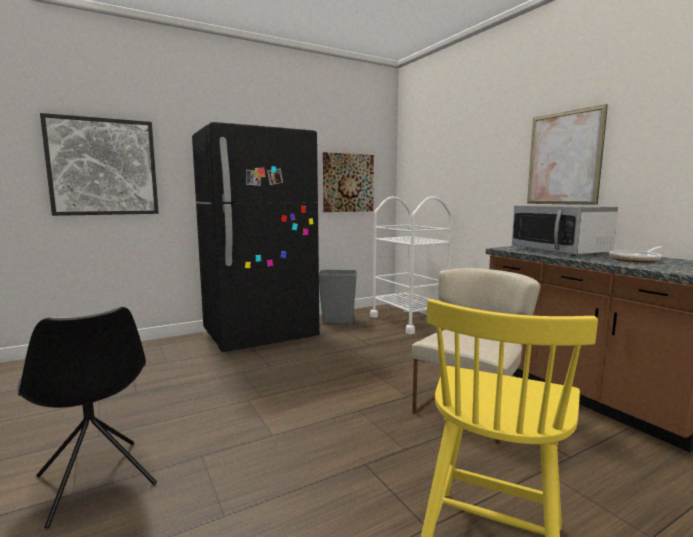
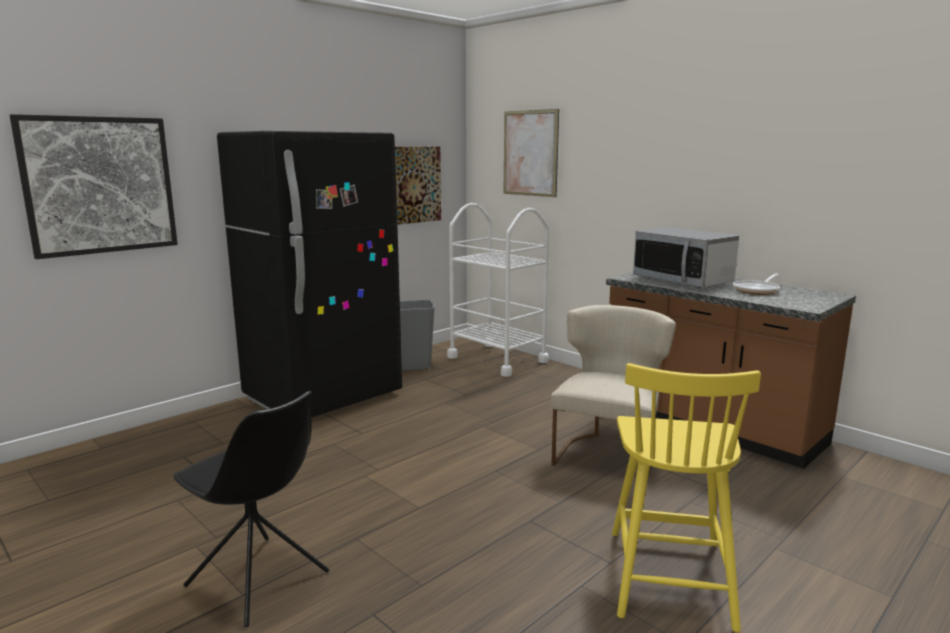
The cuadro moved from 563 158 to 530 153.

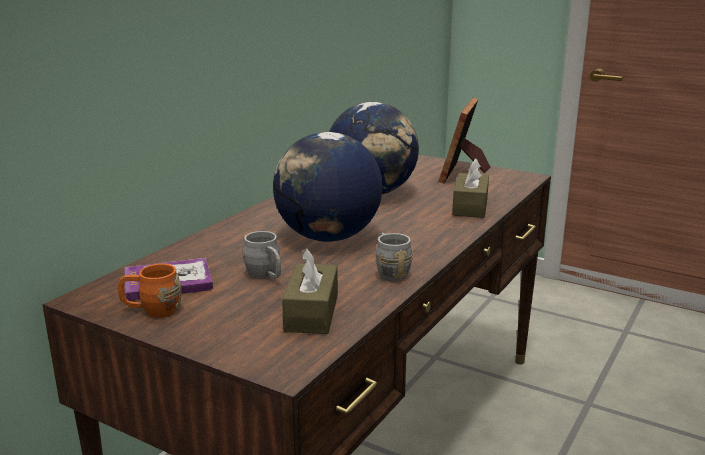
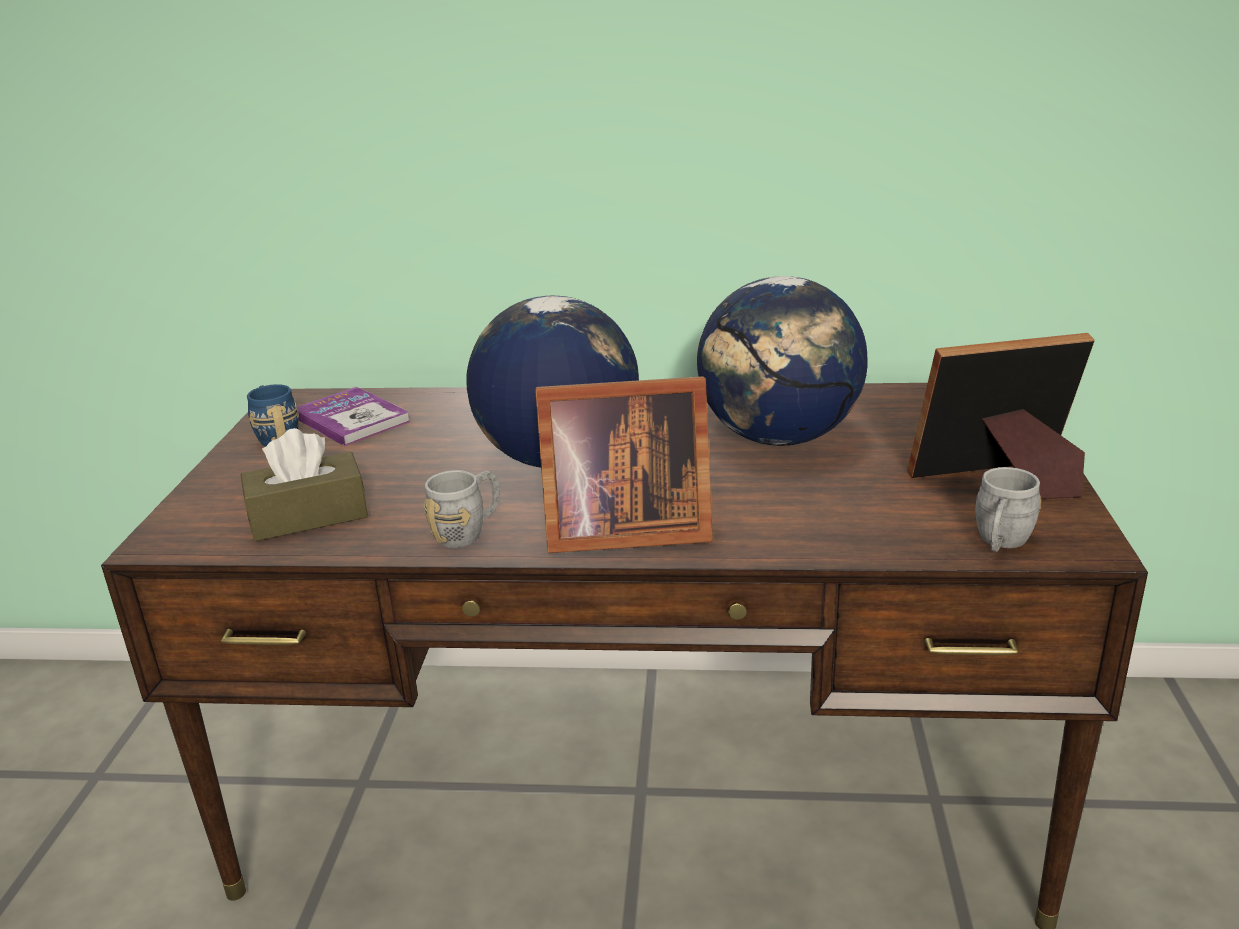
The caja de pañuelos [marrón] at 470 206 disappeared. The taza grande [gris] moved from 266 276 to 1000 543. The taza grande [naranja] at 152 310 became the taza grande [azul] at 276 435. The portarretratos at 620 530 appeared.

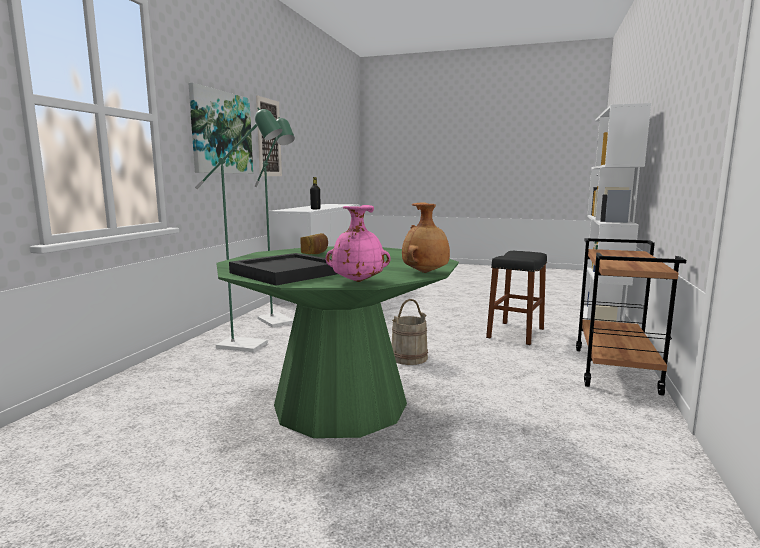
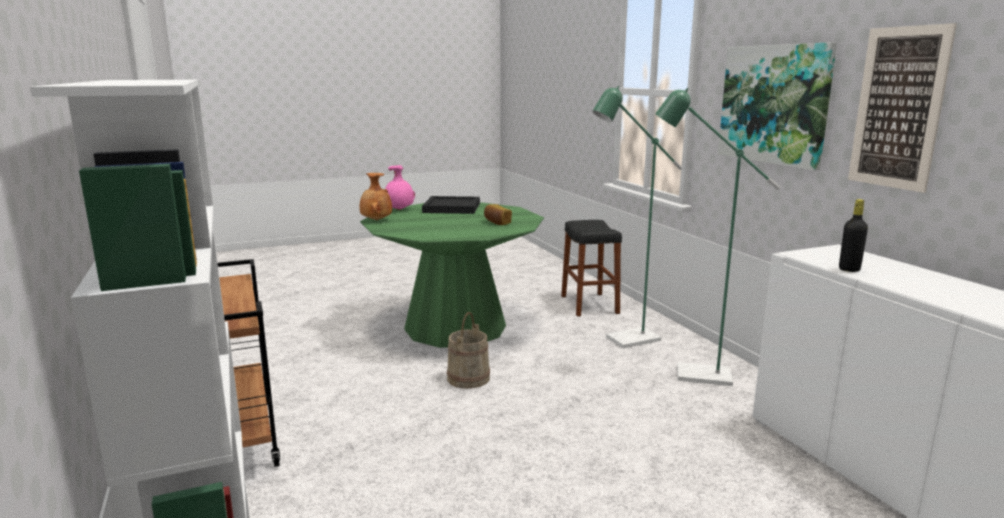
The taburete [negro] moved from 515 333 to 589 304.

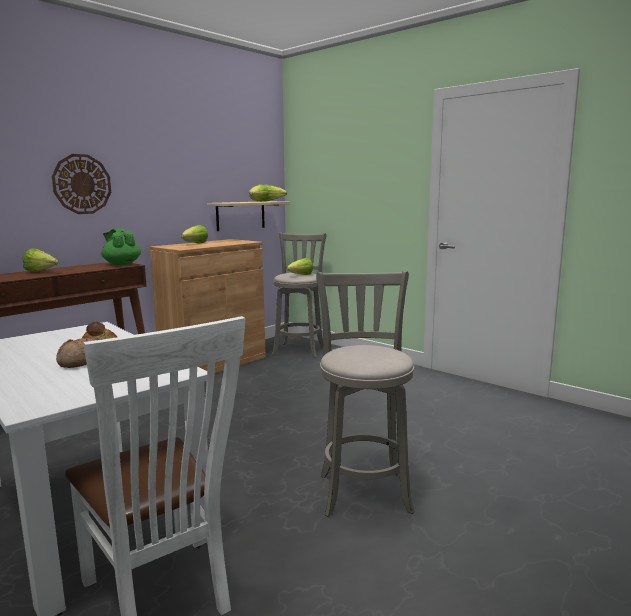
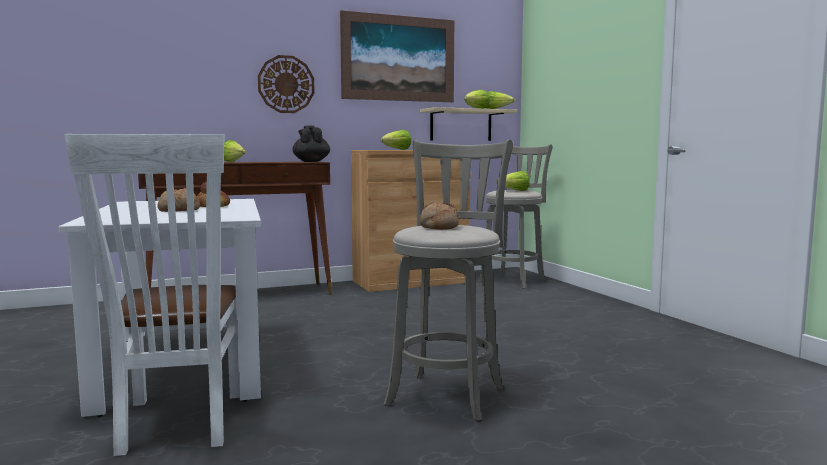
The tetera [verde] at 121 264 became the tetera [negro] at 311 161. The cuadro at 398 58 appeared. The pan at 438 227 appeared.

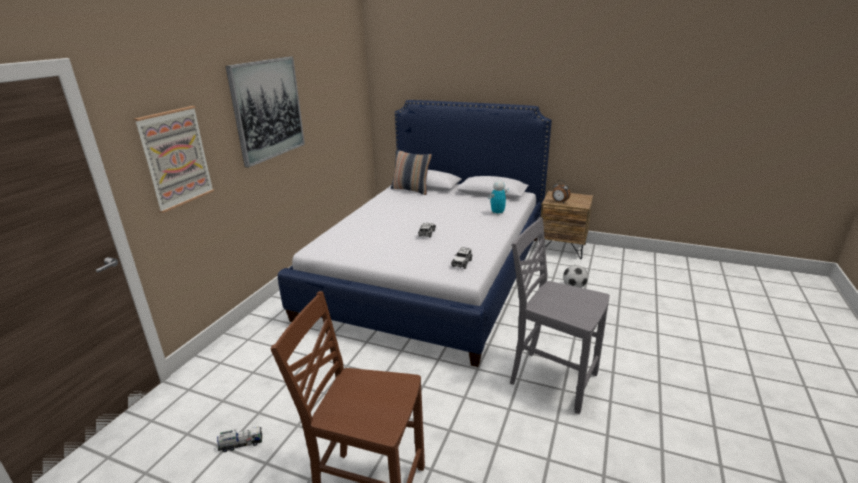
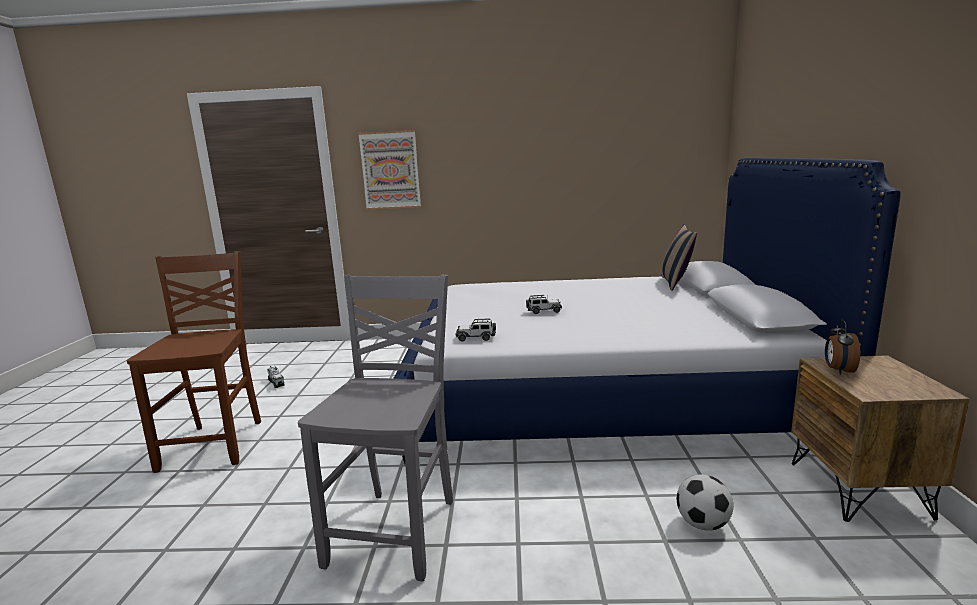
The cuadro at 267 109 disappeared. The robot de juguete at 497 213 disappeared.

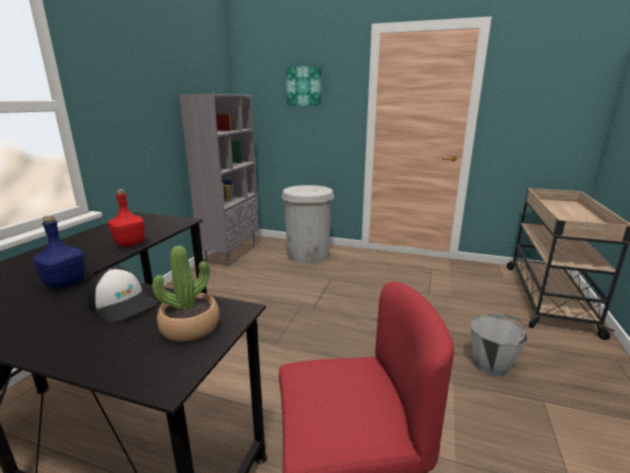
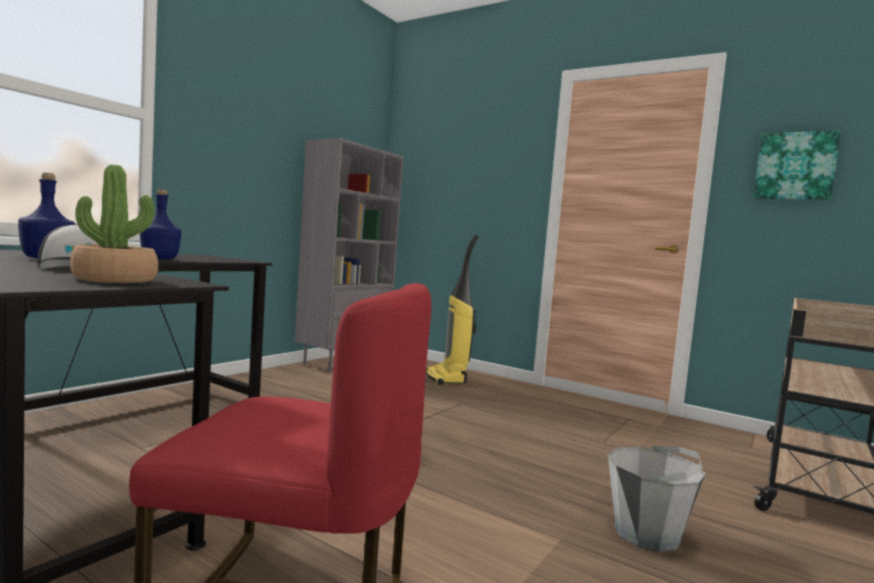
The cuadro moved from 304 86 to 795 166. The papelera [blanco] at 308 255 was replaced by the aspiradora at 447 378. The botella [rojo] at 130 244 became the botella [azul] at 160 259.

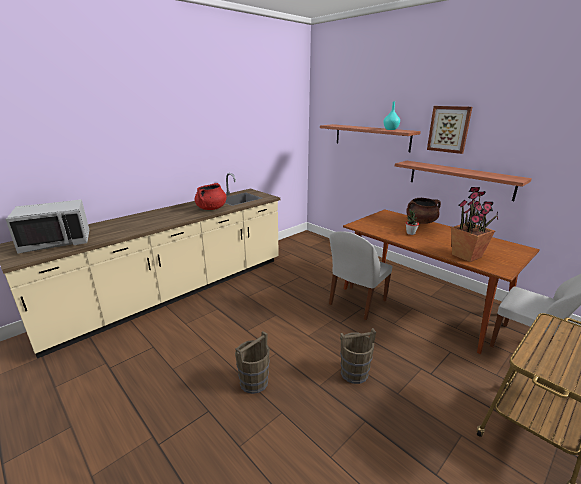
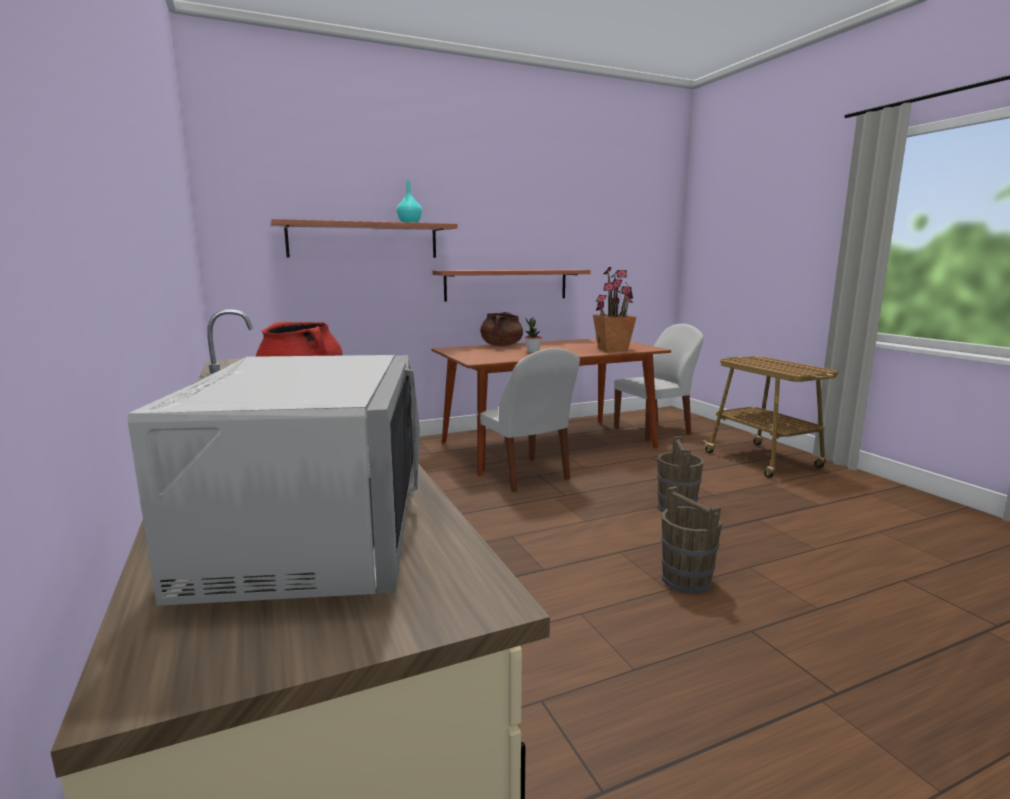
The cuadro at 449 129 disappeared.

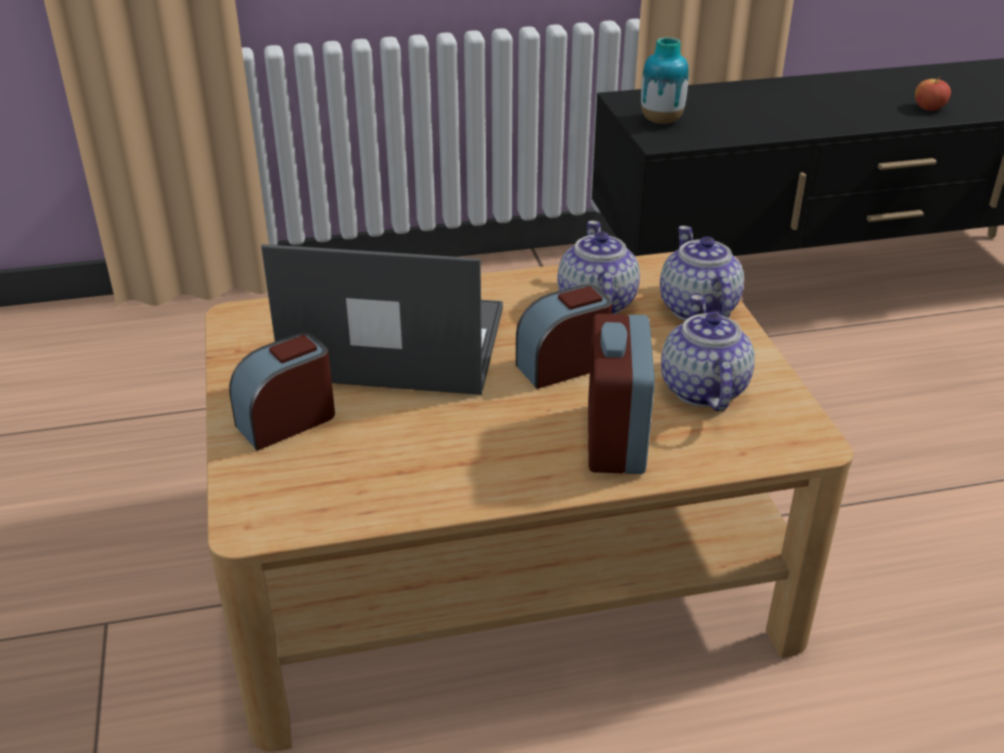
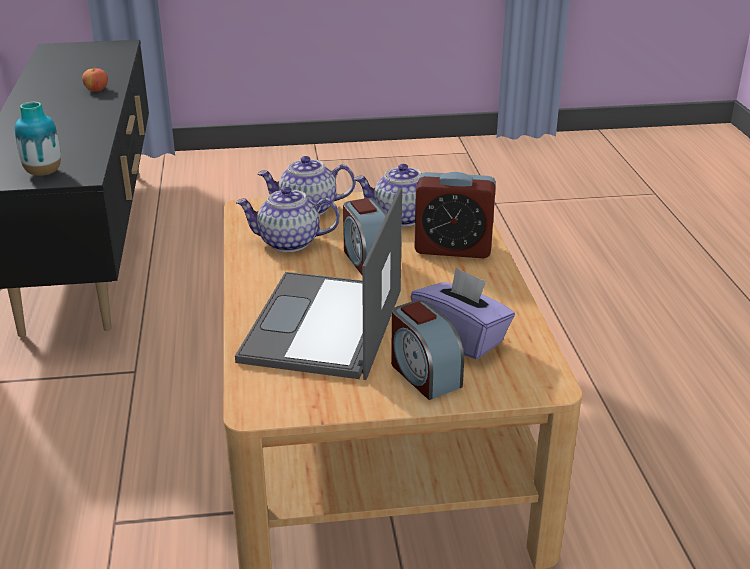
The caja de pañuelos [morado] at 461 338 appeared.

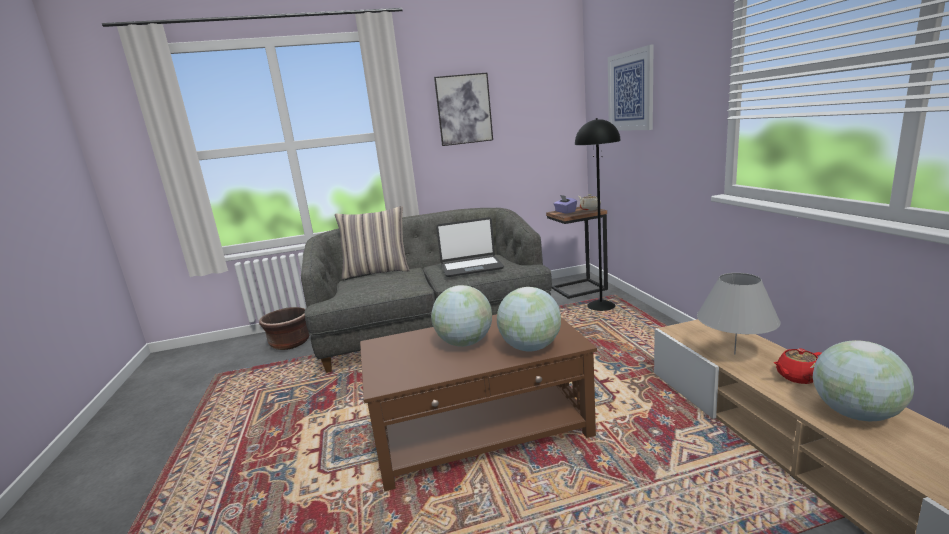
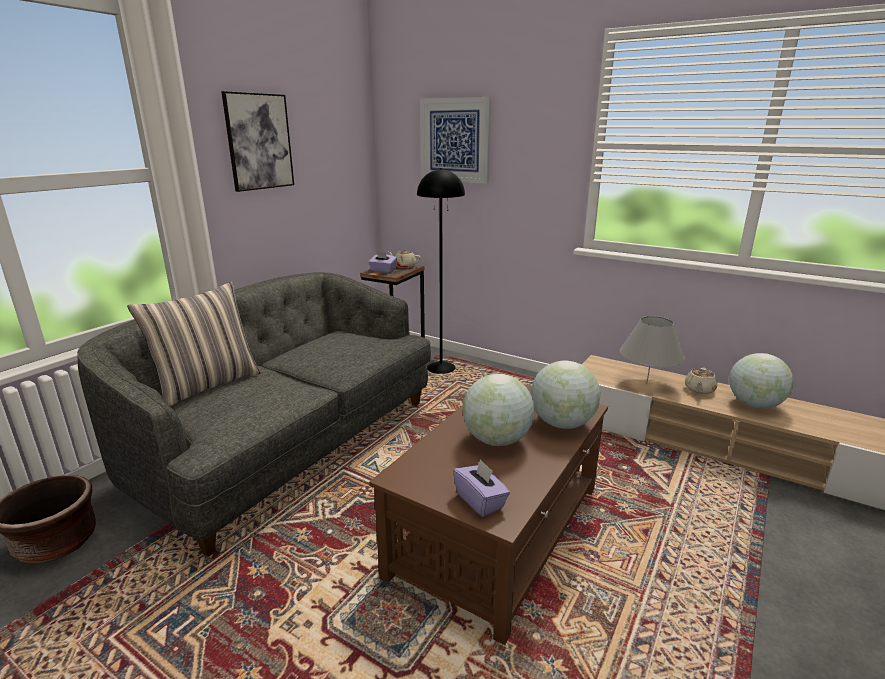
The portátil at 471 267 disappeared. The tetera [rojo] at 797 377 became the tetera [beis] at 699 390. The caja de pañuelos [morado] at 480 501 appeared.

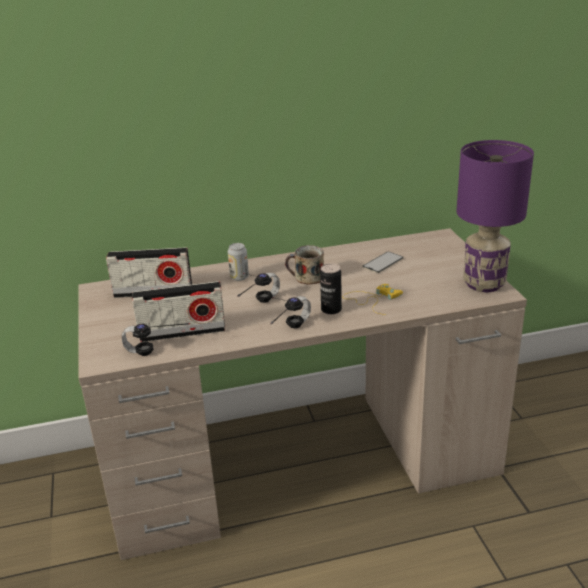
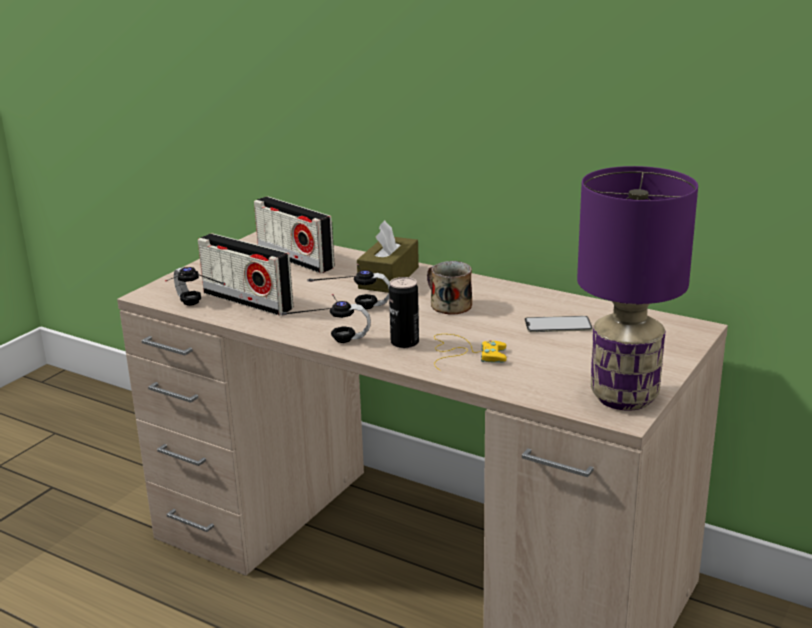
The lata at 239 277 was replaced by the caja de pañuelos [marrón] at 389 278.

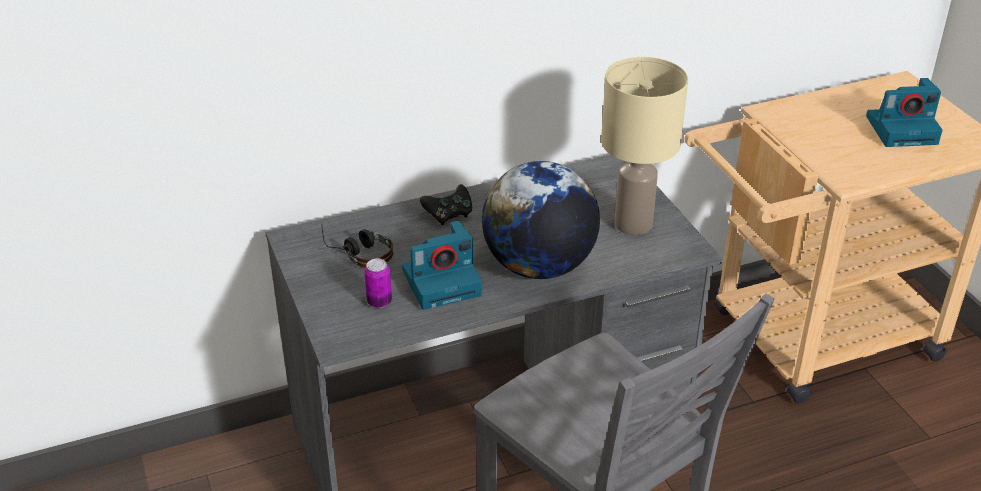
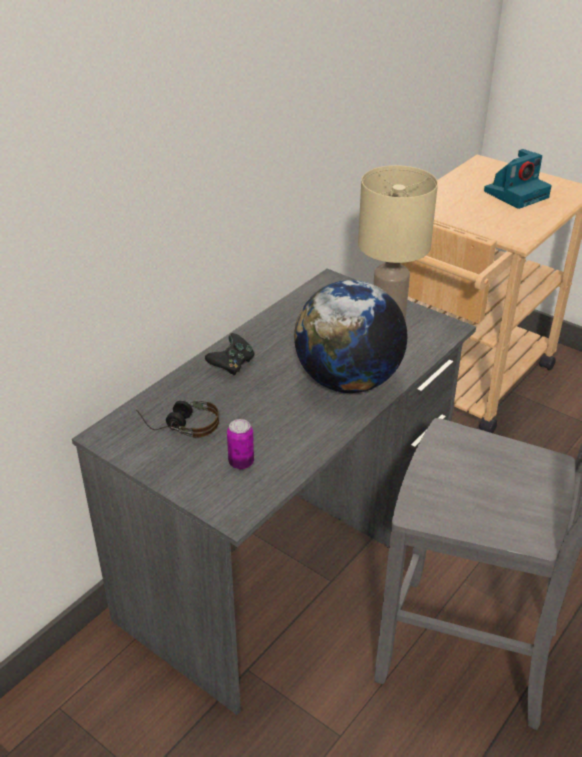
The cámara at 442 281 disappeared.

